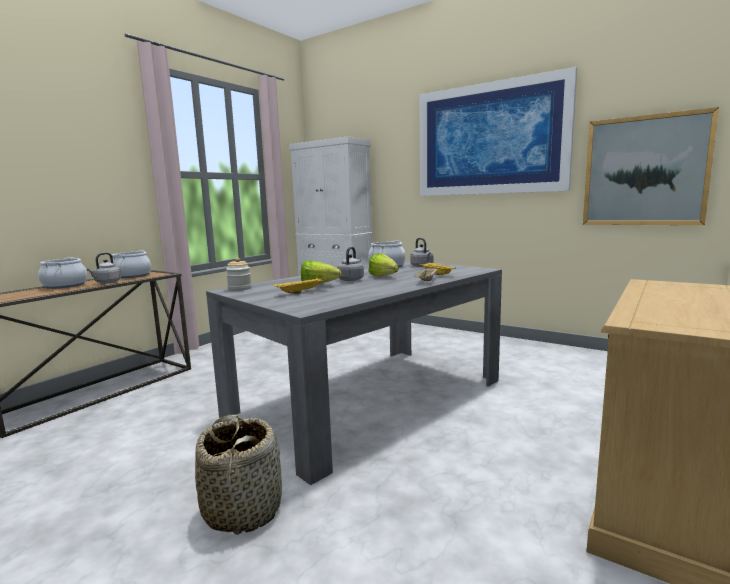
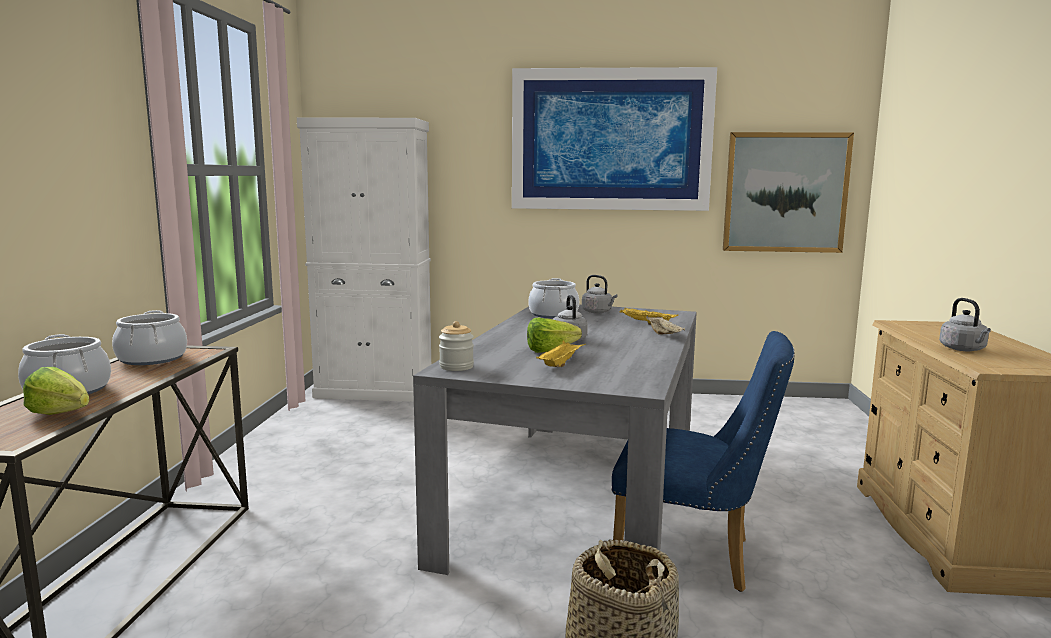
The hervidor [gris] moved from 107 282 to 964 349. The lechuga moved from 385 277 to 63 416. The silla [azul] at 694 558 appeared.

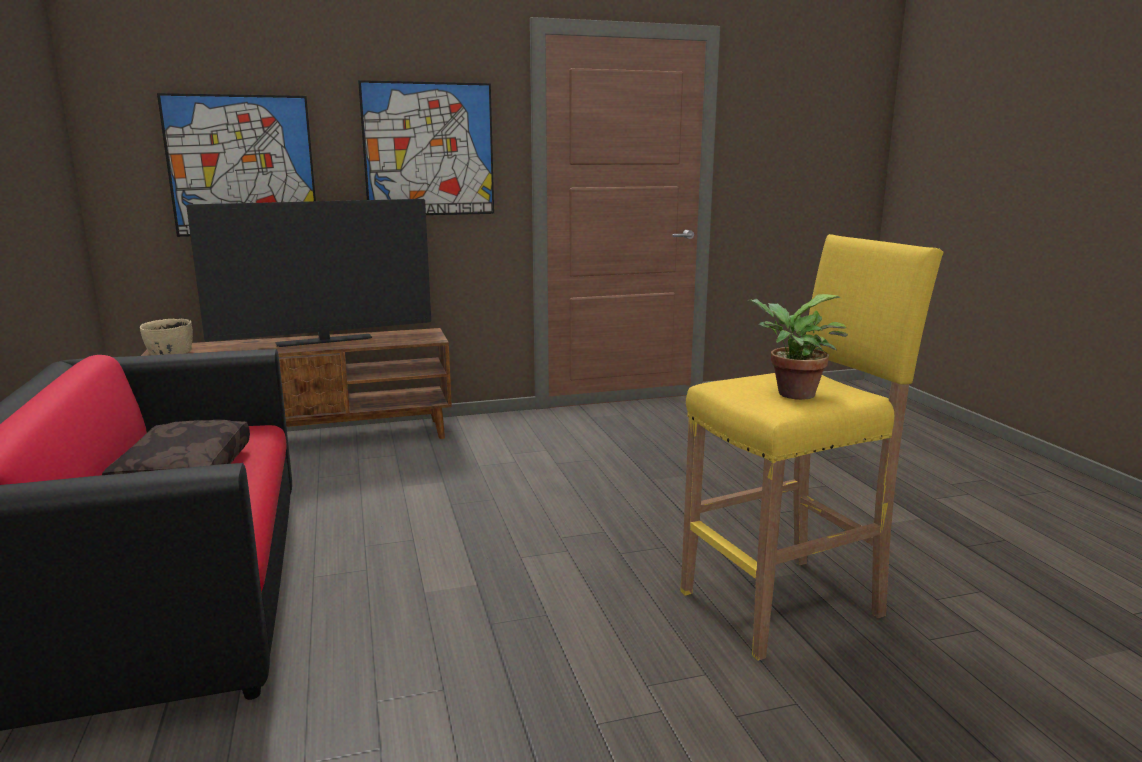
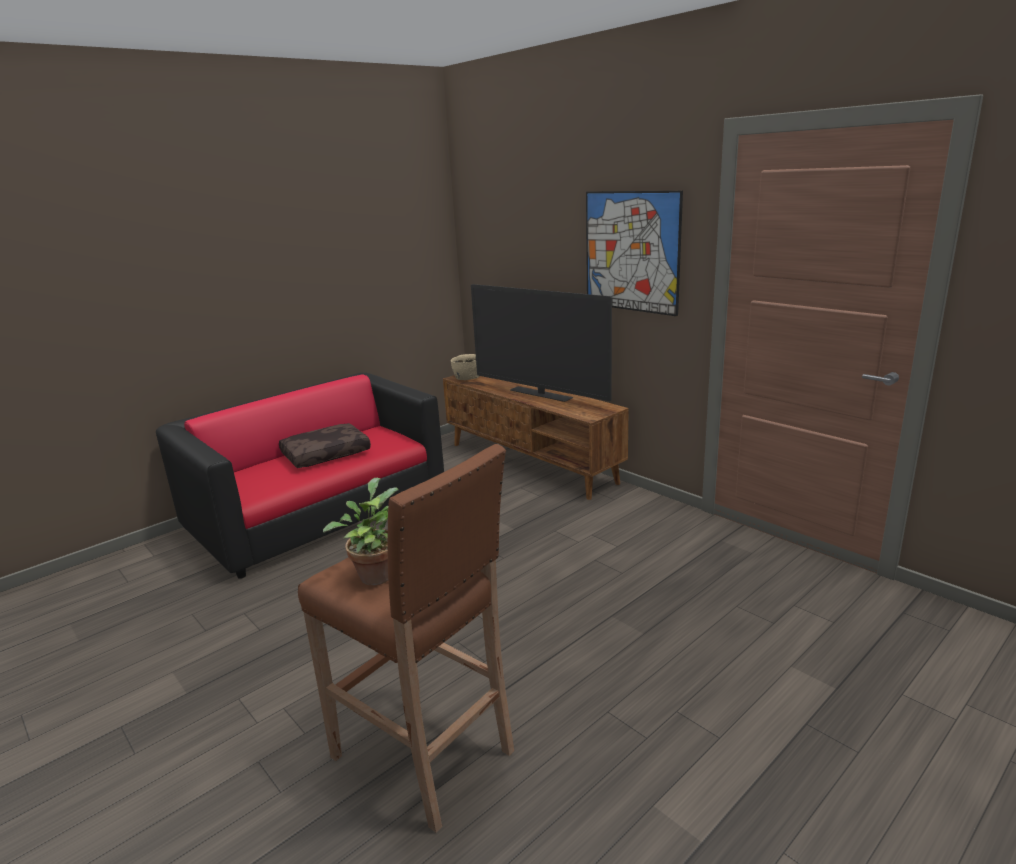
The cuadro at 241 166 disappeared. The taburete [amarillo] at 785 603 became the taburete [marrón] at 426 755.

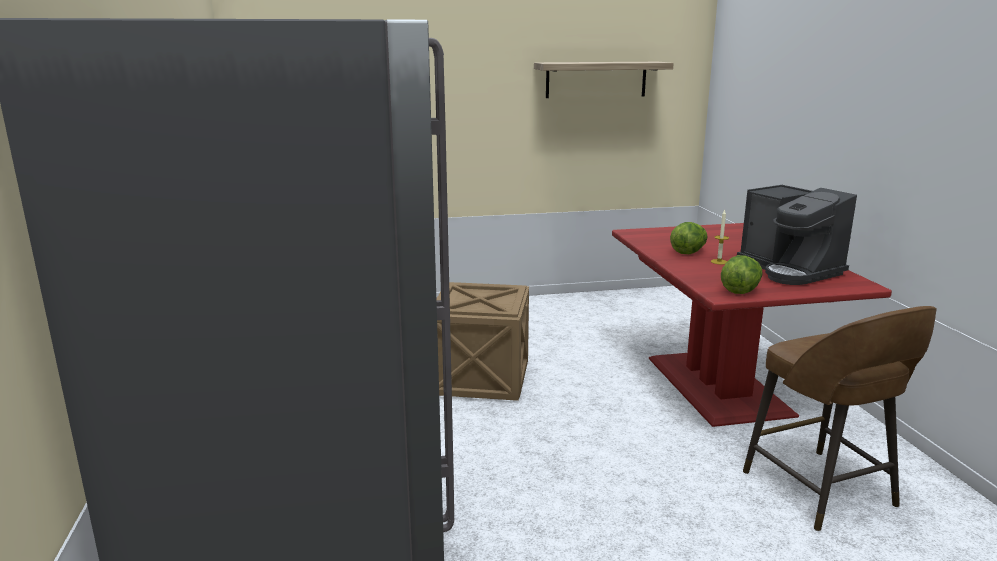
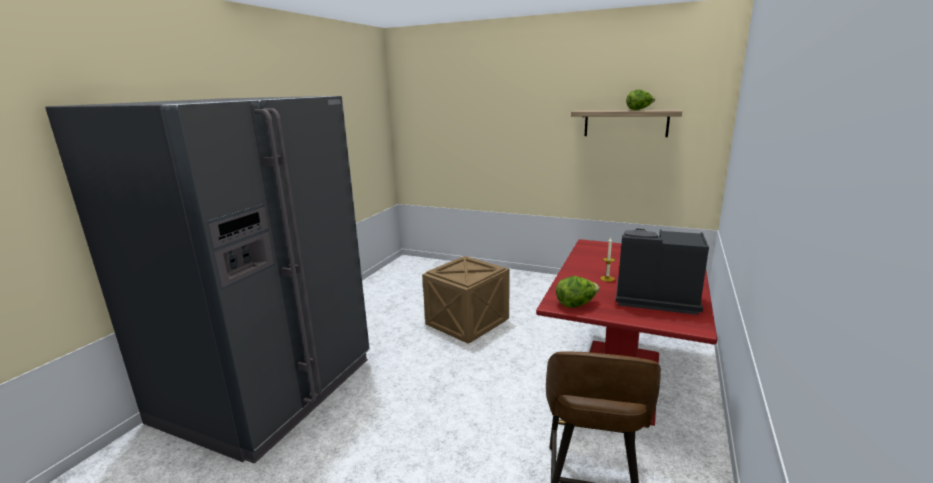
The cafetera at 789 270 turned 105 degrees clockwise. The lechuga moved from 688 252 to 639 109.

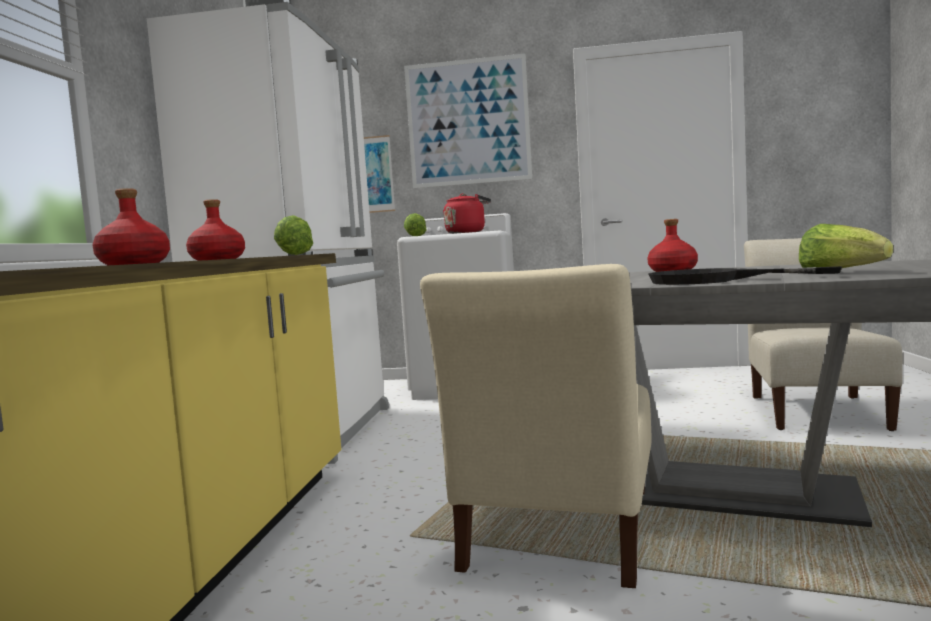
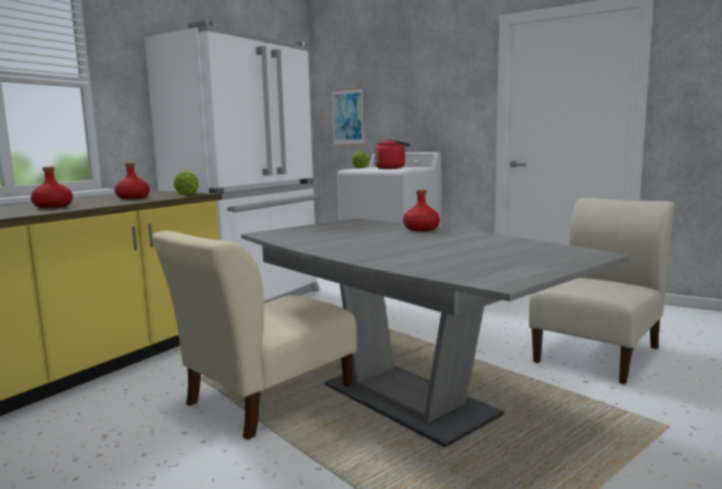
The cuadro at 468 122 disappeared. The lechuga at 840 273 disappeared. The sartén [negro] at 712 280 disappeared.

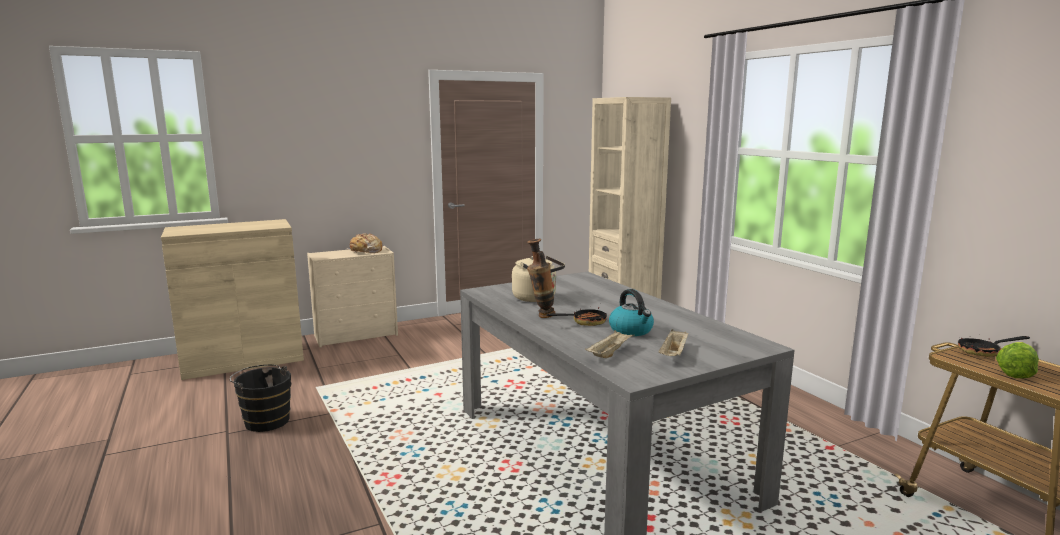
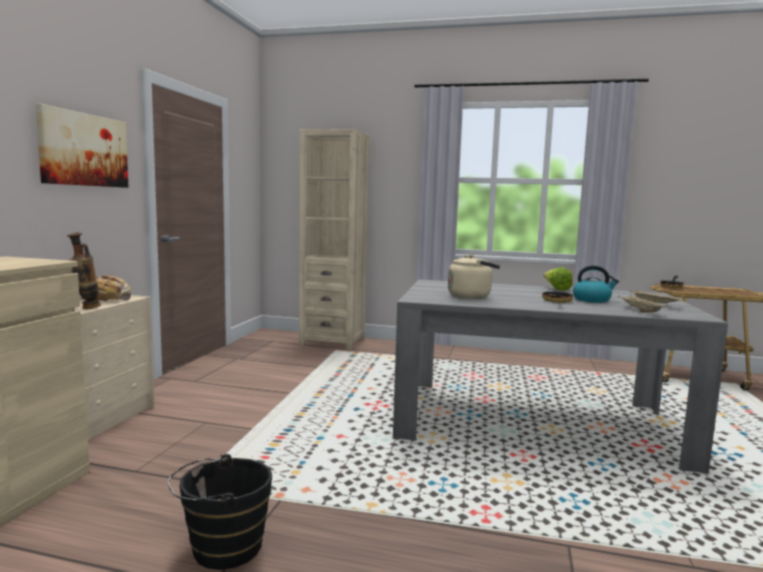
The florero moved from 541 316 to 85 308. The lechuga moved from 1014 372 to 556 289. The cuadro at 84 150 appeared.

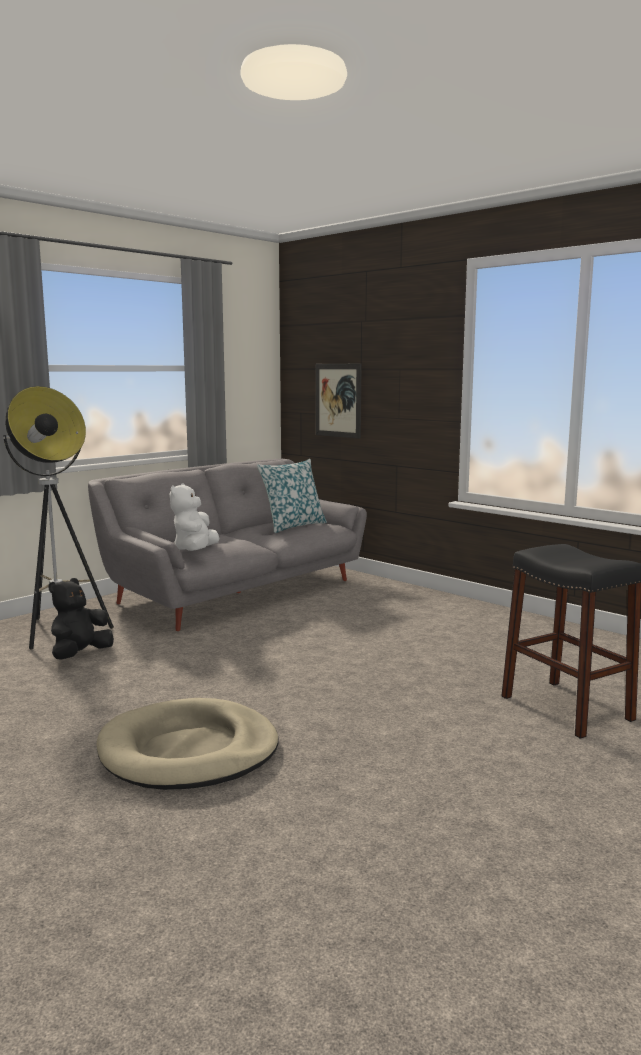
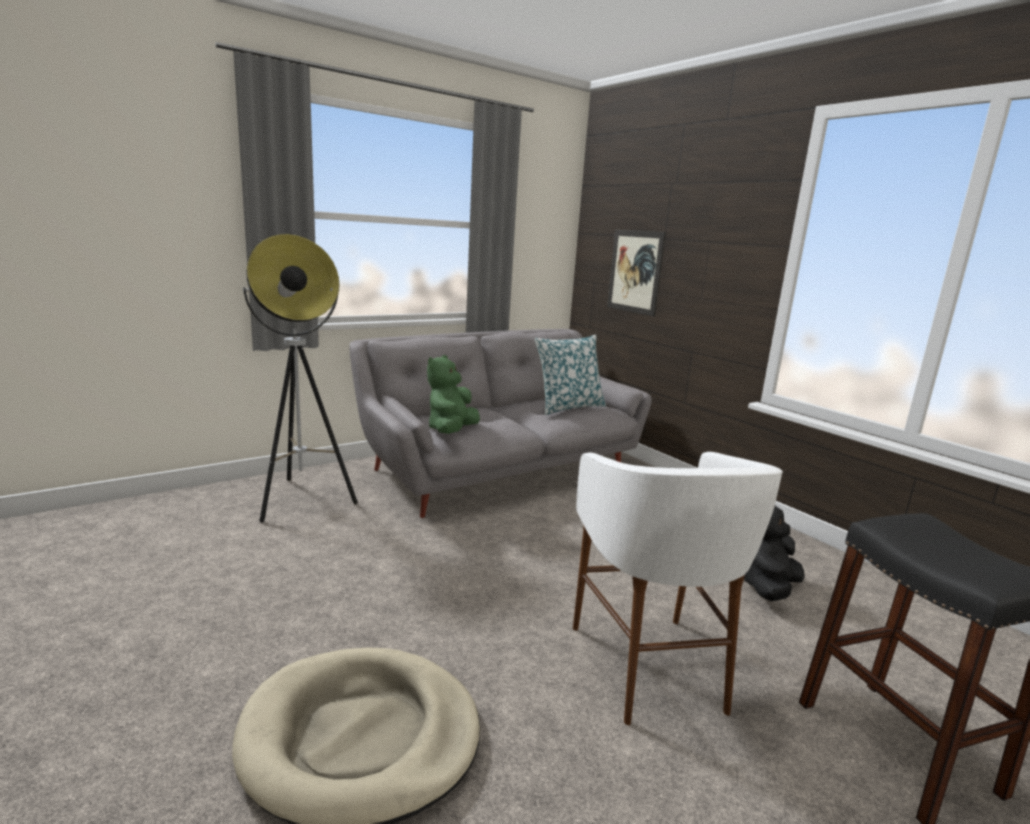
The peluche [blanco] at 195 551 became the peluche [verde] at 451 431. The peluche [negro] moved from 80 655 to 768 587. The taburete [blanco] at 649 667 appeared.

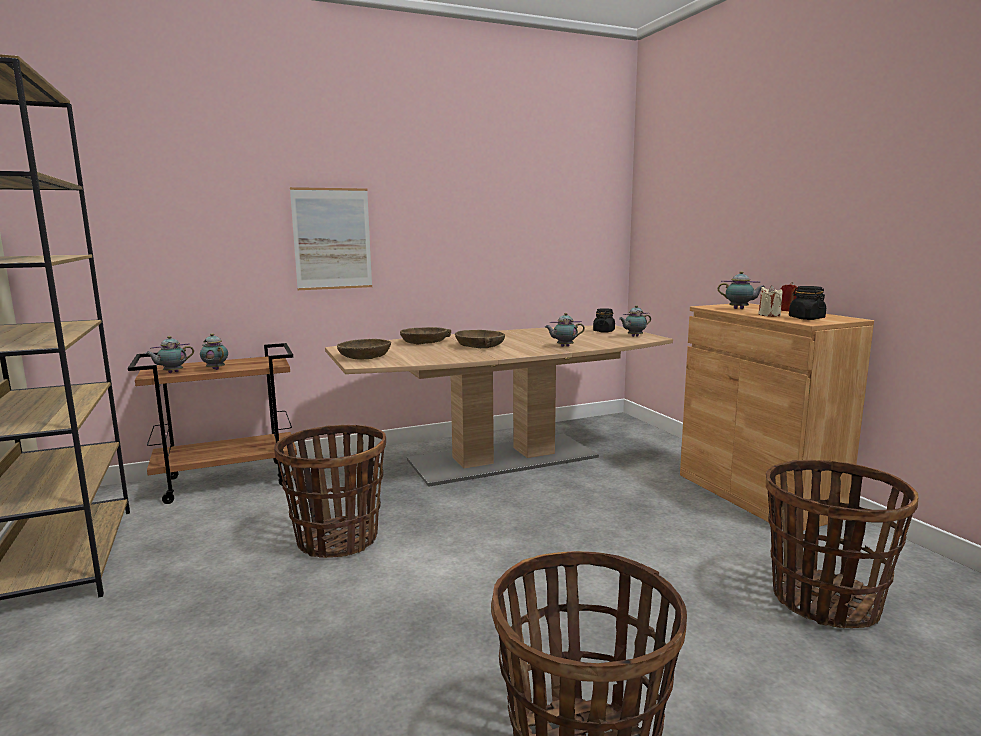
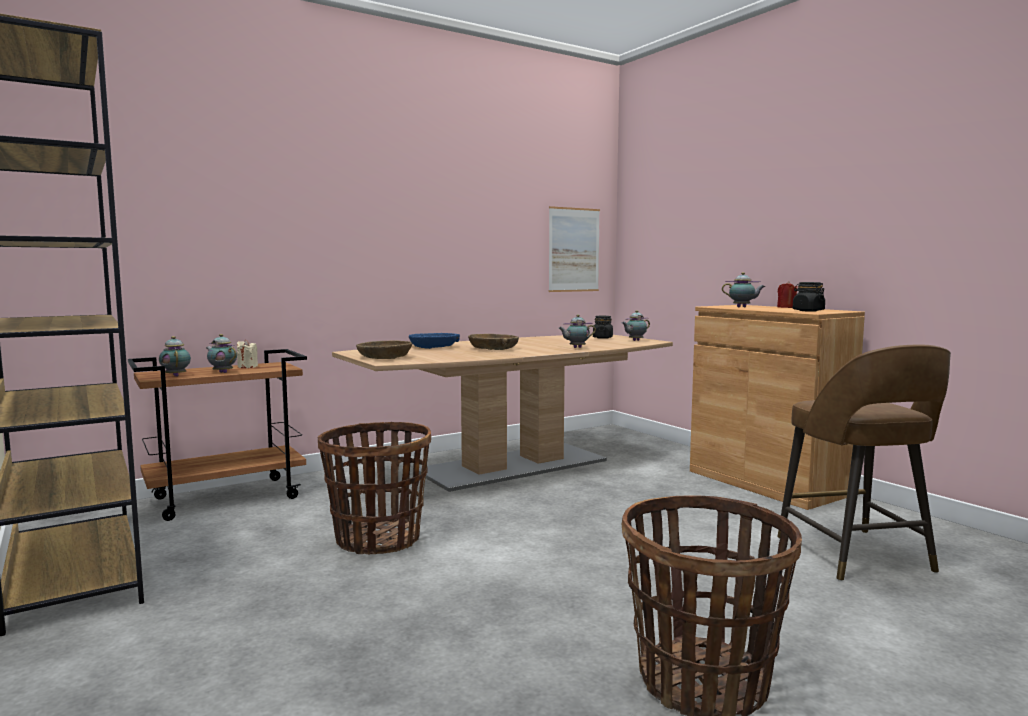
The cuadro moved from 332 239 to 574 250. The vela [beis] moved from 769 315 to 247 367. The cuenco [marrón] at 424 342 became the cuenco [azul] at 433 347. The tetera at 172 372 turned 105 degrees clockwise. The cesta at 824 601 was replaced by the taburete [marrón] at 856 556.

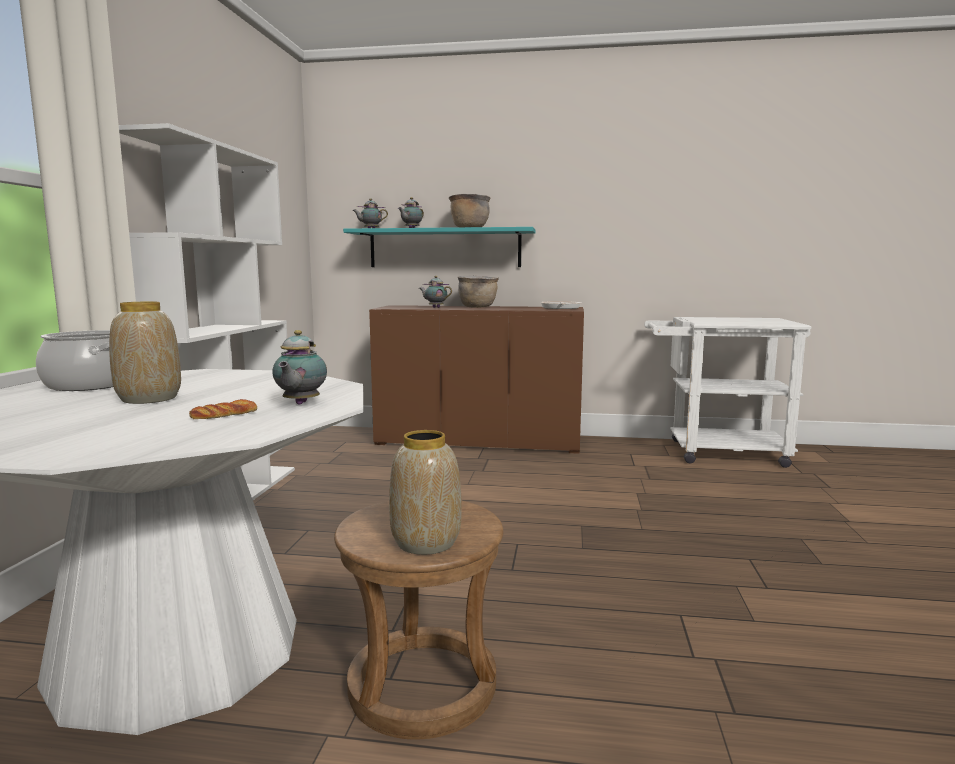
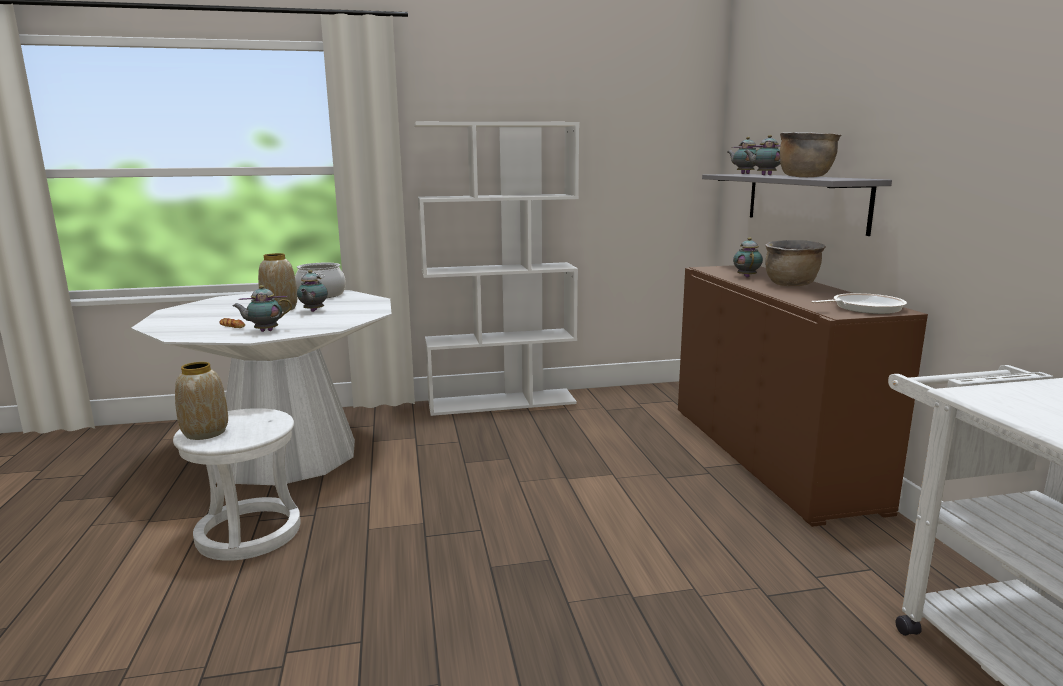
The estante [turquesa] at 444 248 became the estante [gris] at 804 201. The taburete [marrón] at 423 686 became the taburete [blanco] at 249 533. The tetera at 313 311 appeared.

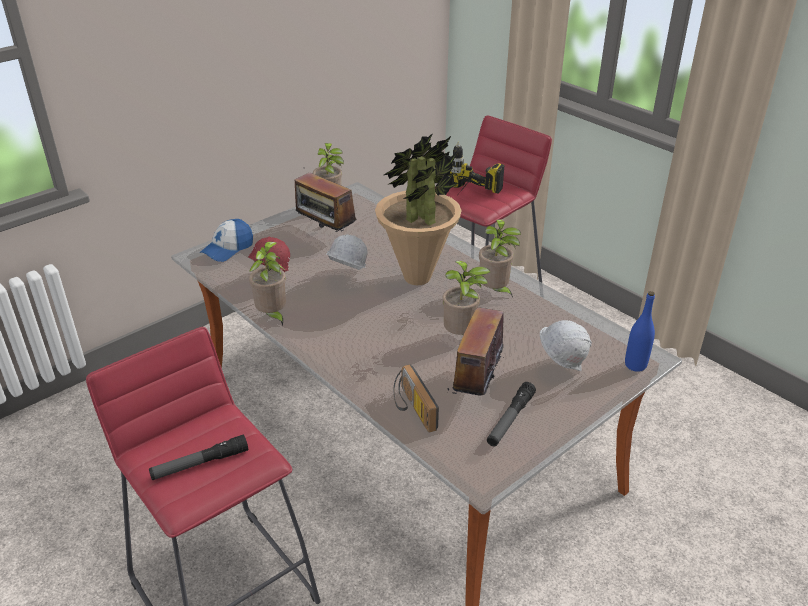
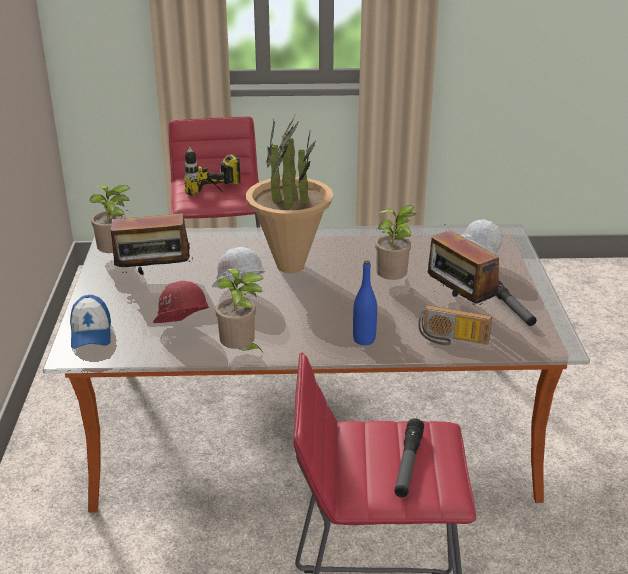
The planta en maceta at 495 292 disappeared. The botella [azul] moved from 635 365 to 364 339.

